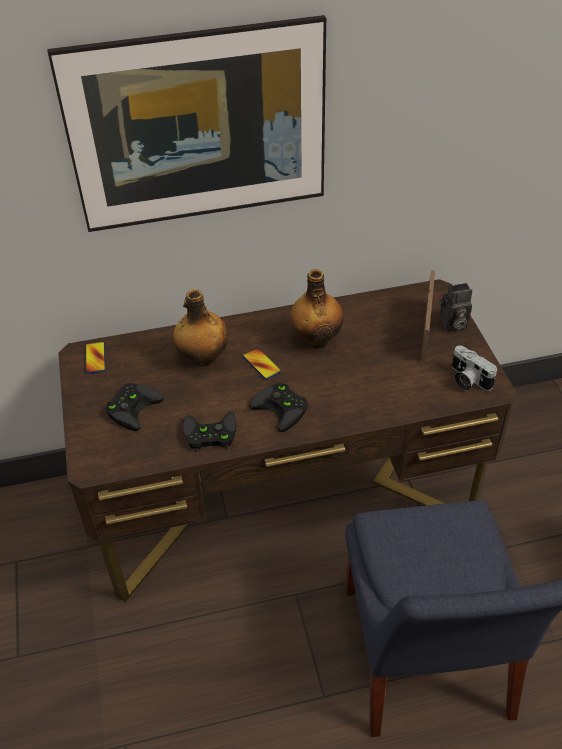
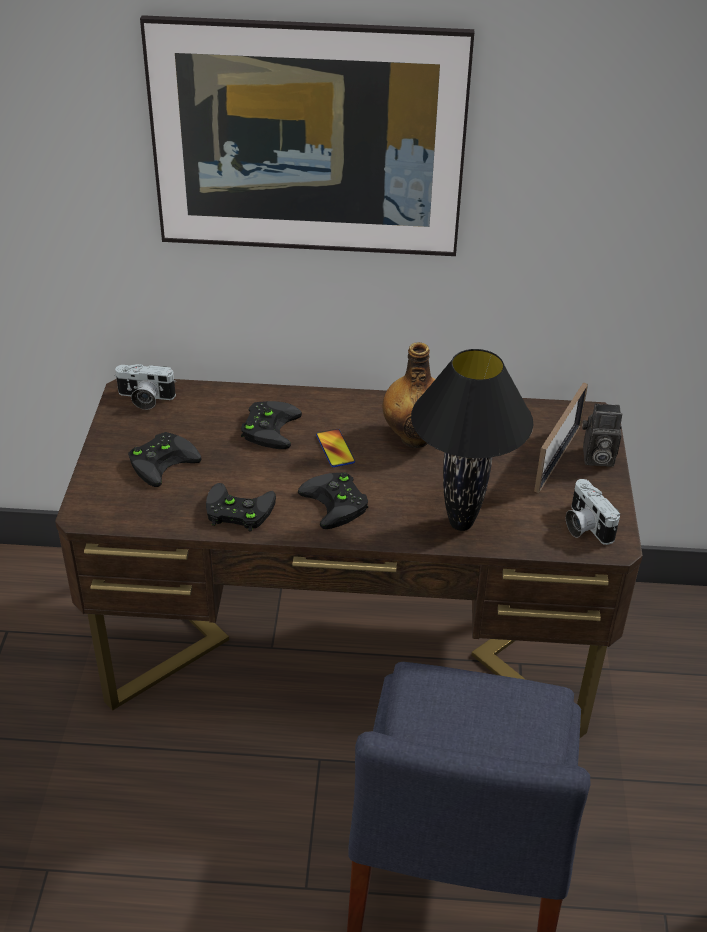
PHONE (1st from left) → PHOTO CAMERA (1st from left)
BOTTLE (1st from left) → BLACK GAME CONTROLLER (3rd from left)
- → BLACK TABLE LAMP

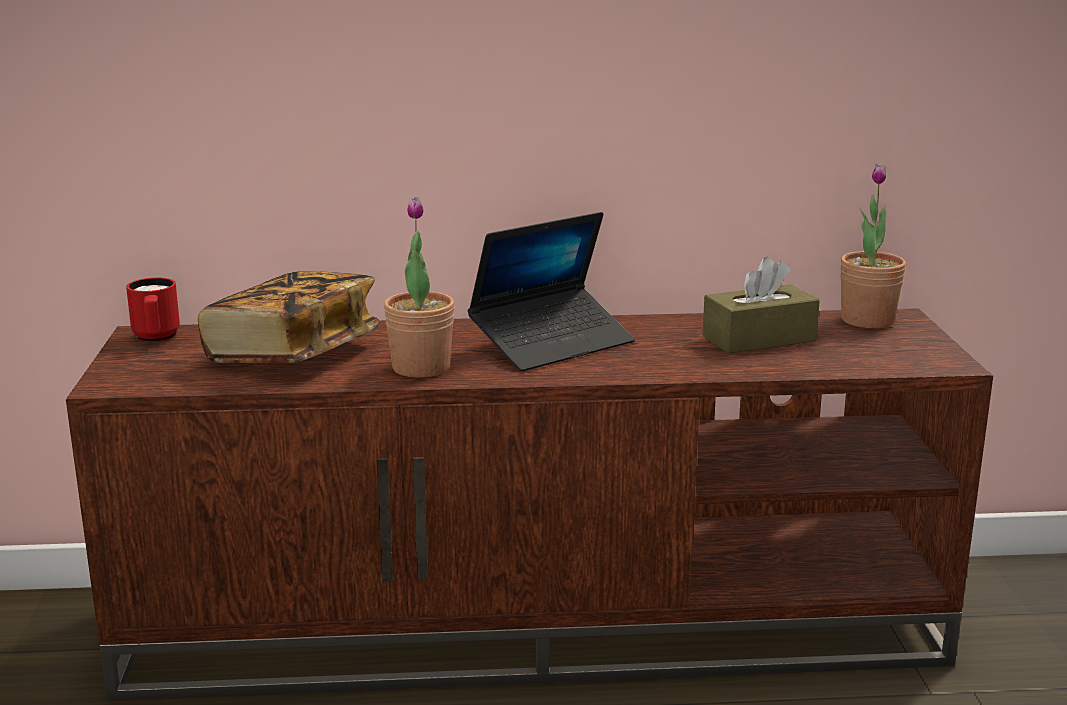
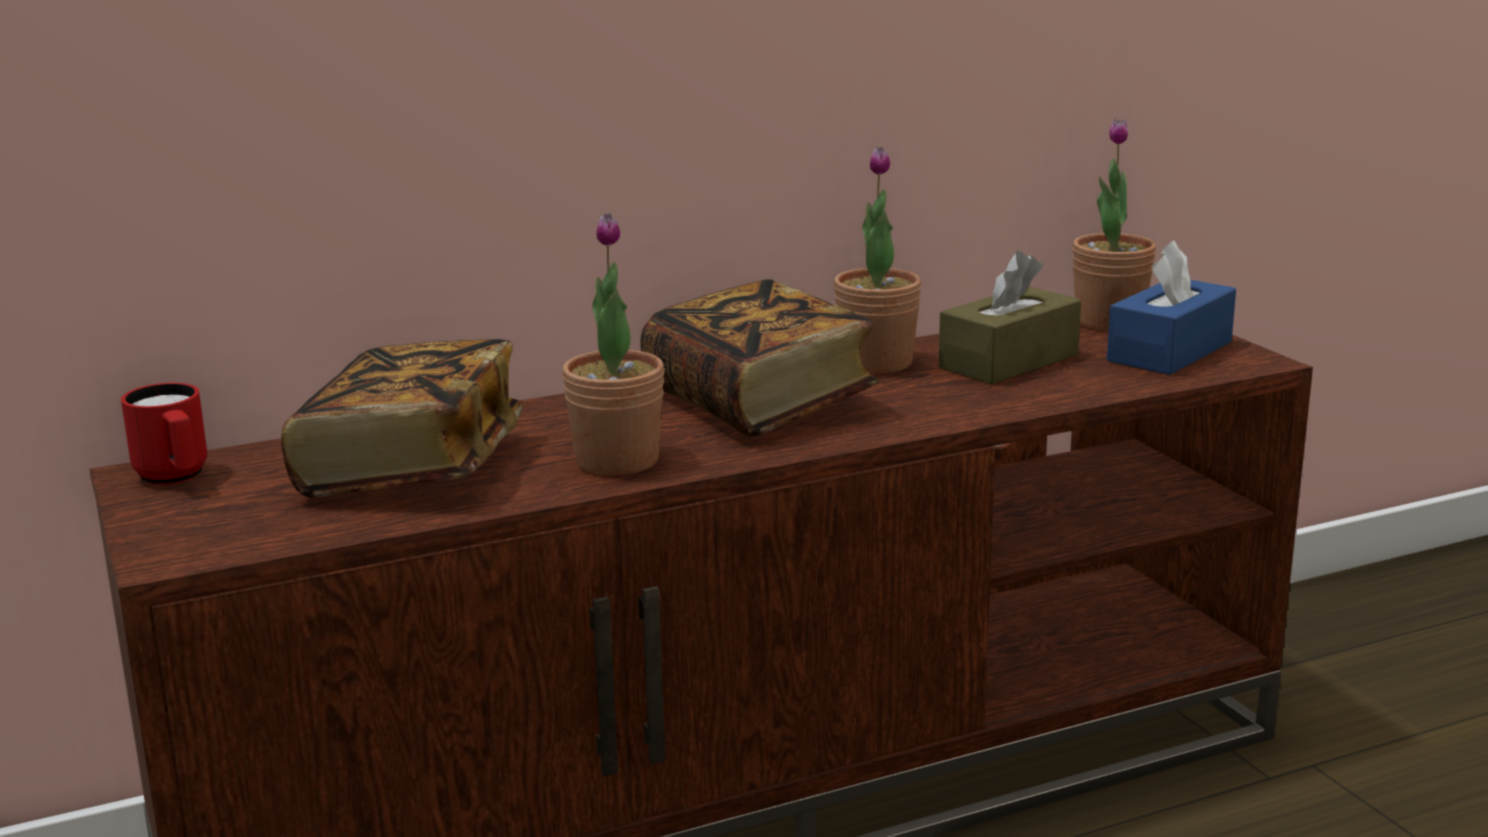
LAPTOP → BOOK (2nd from left)
- → POTTED PLANT (2nd from left)
- → BLUE TISSUE BOX

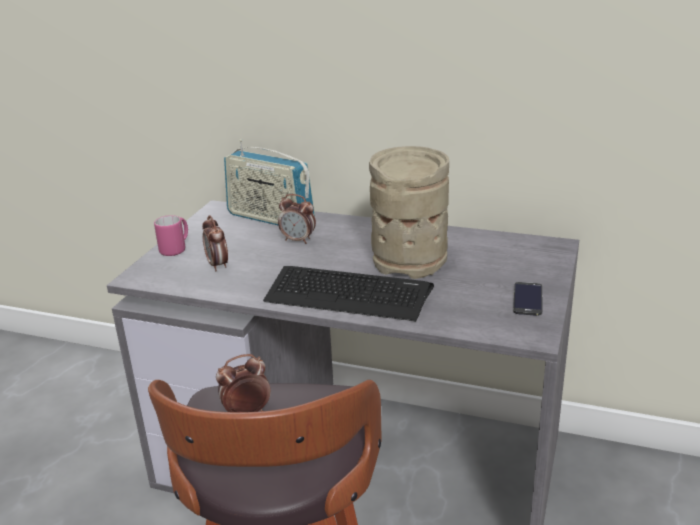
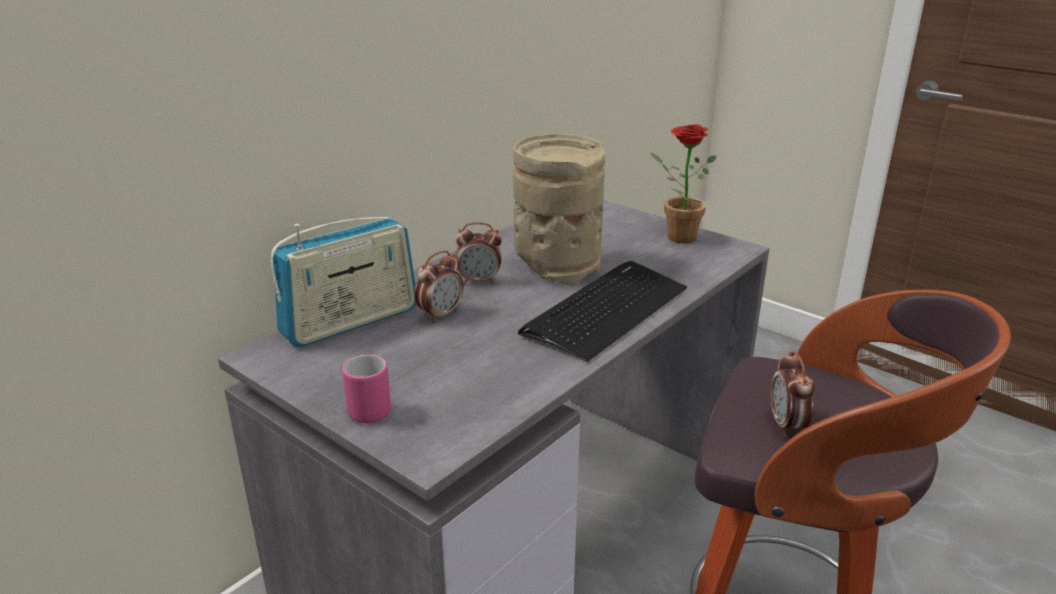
ALARM CLOCK (1st from left in the first image) → ALARM CLOCK (2nd from left), move
PHONE → POTTED PLANT

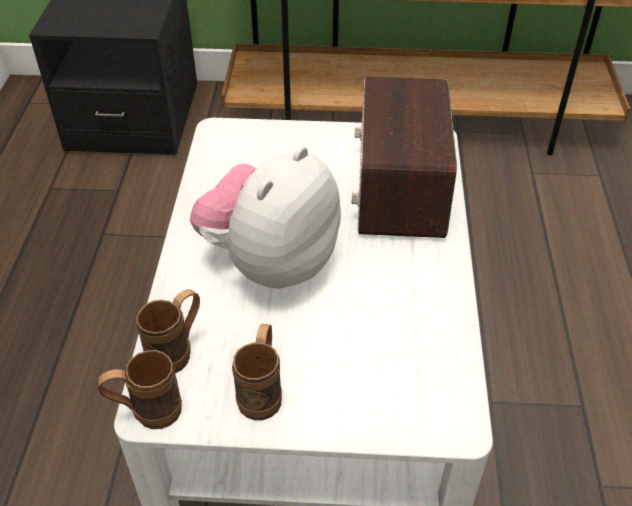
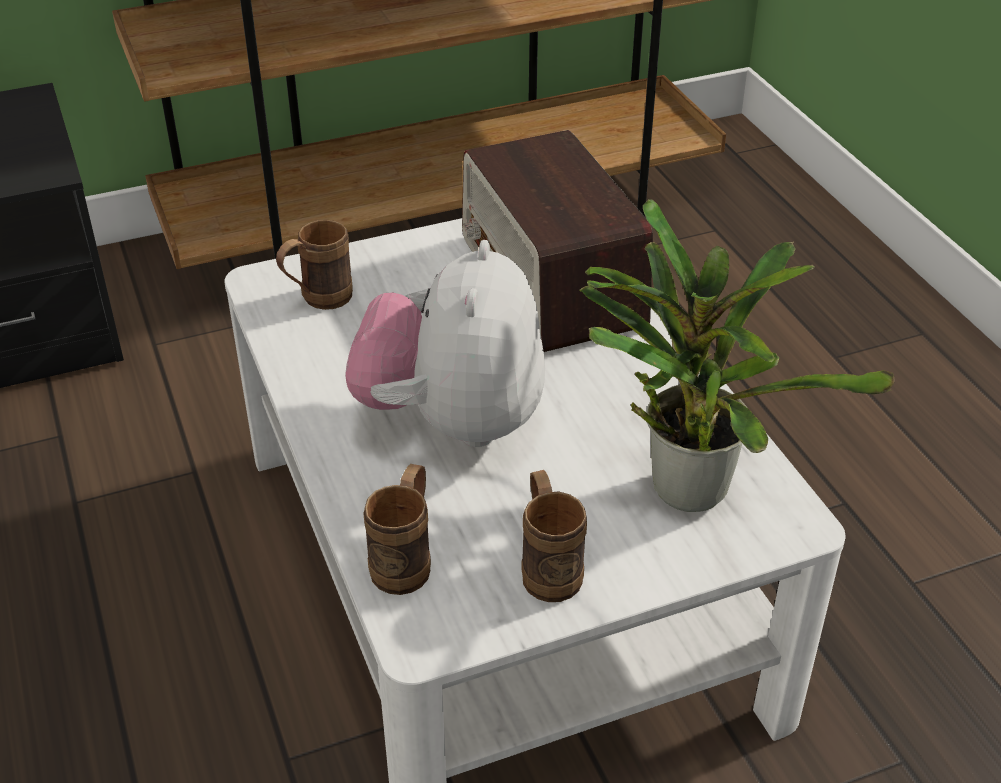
BROWN MUG (1st from left), move
- → POTTED PLANT

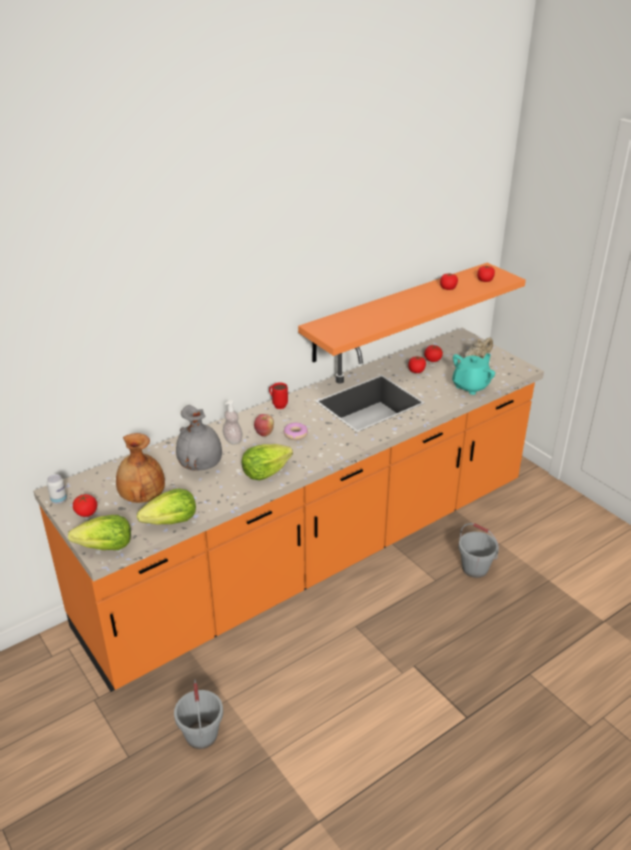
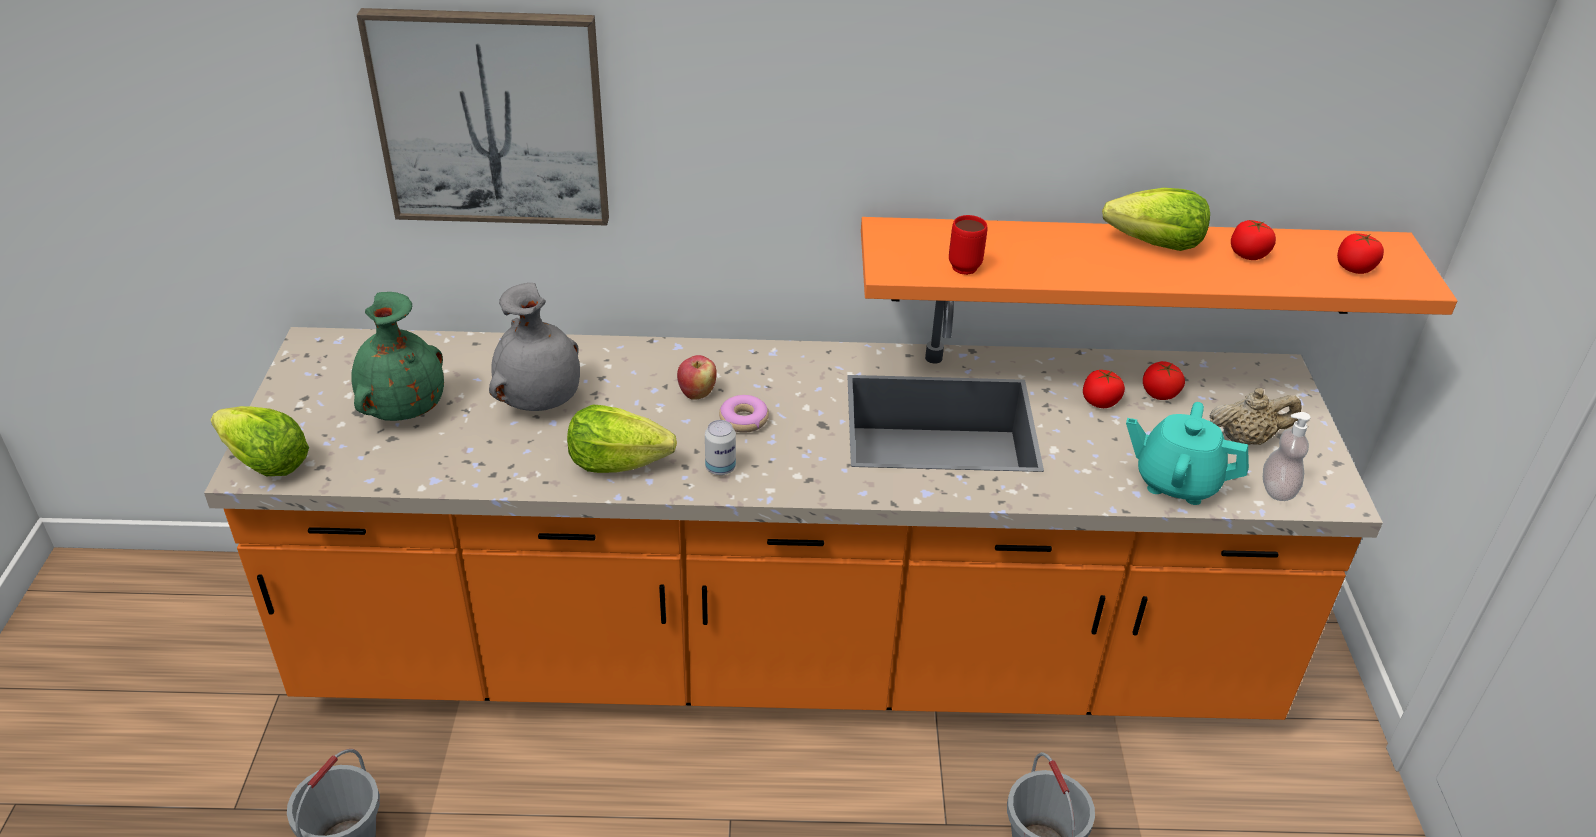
CAN, move
TOMATO (1st from left) → -
BROWN VASE → GREEN VASE
LETTUCE (2nd from left in the first image) → LETTUCE (3rd from left), move
SOAP DISPENSER, move
RED MUG, move
TURQUOISE TEAPOT, 150 degrees counterclockwise
- → PICTURE

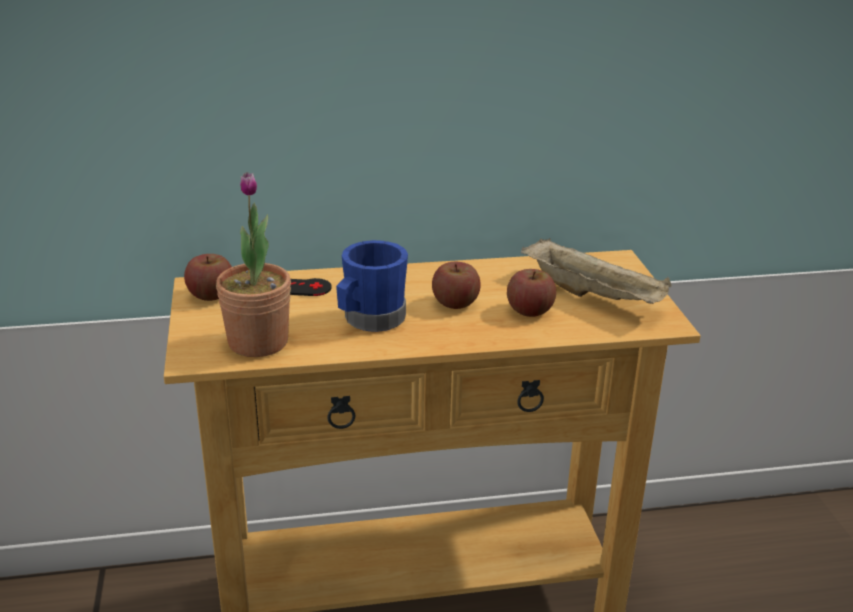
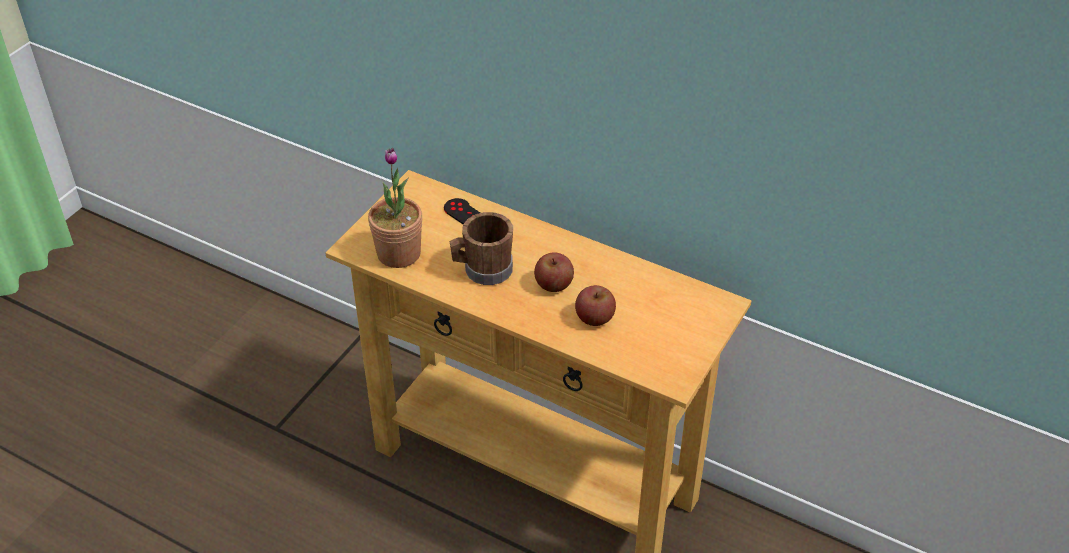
APPLE (1st from left) → -
BLUE MUG → BROWN MUG
BEIGE TRAY → -

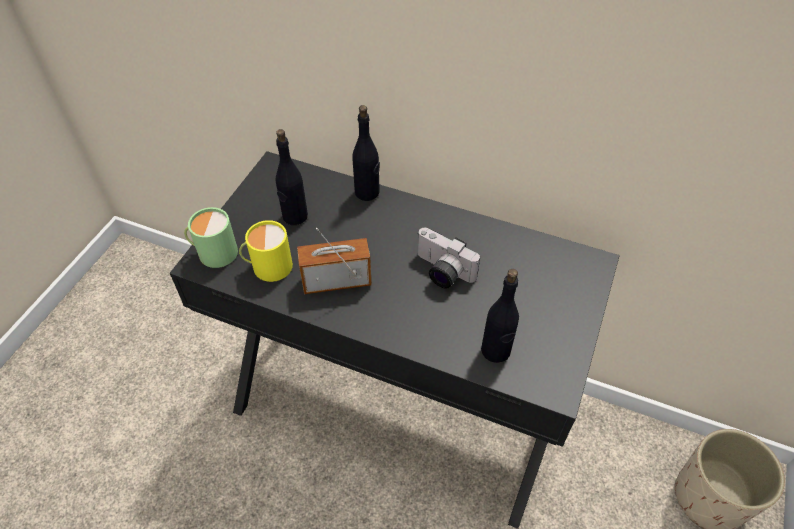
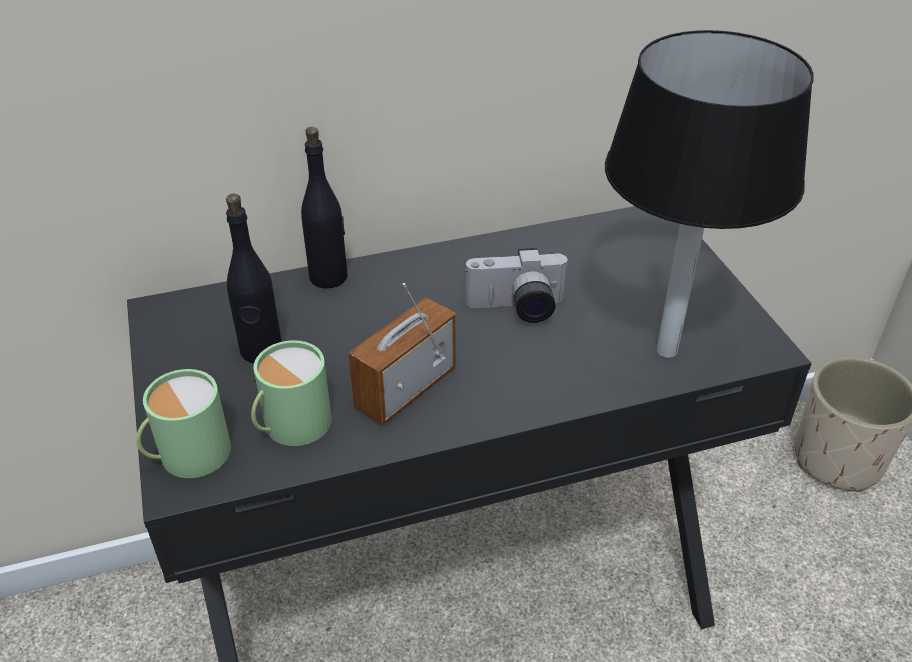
YELLOW MUG → GREEN MUG (2nd from left)
BLACK BOTTLE (3rd from left) → BLACK TABLE LAMP

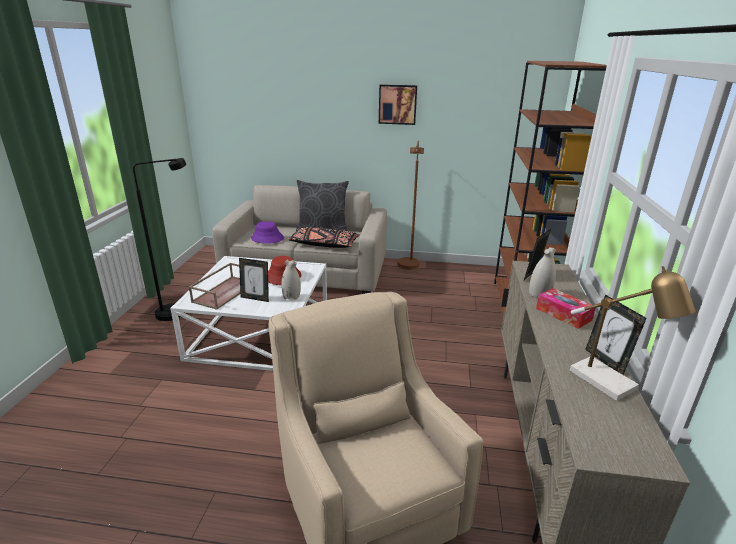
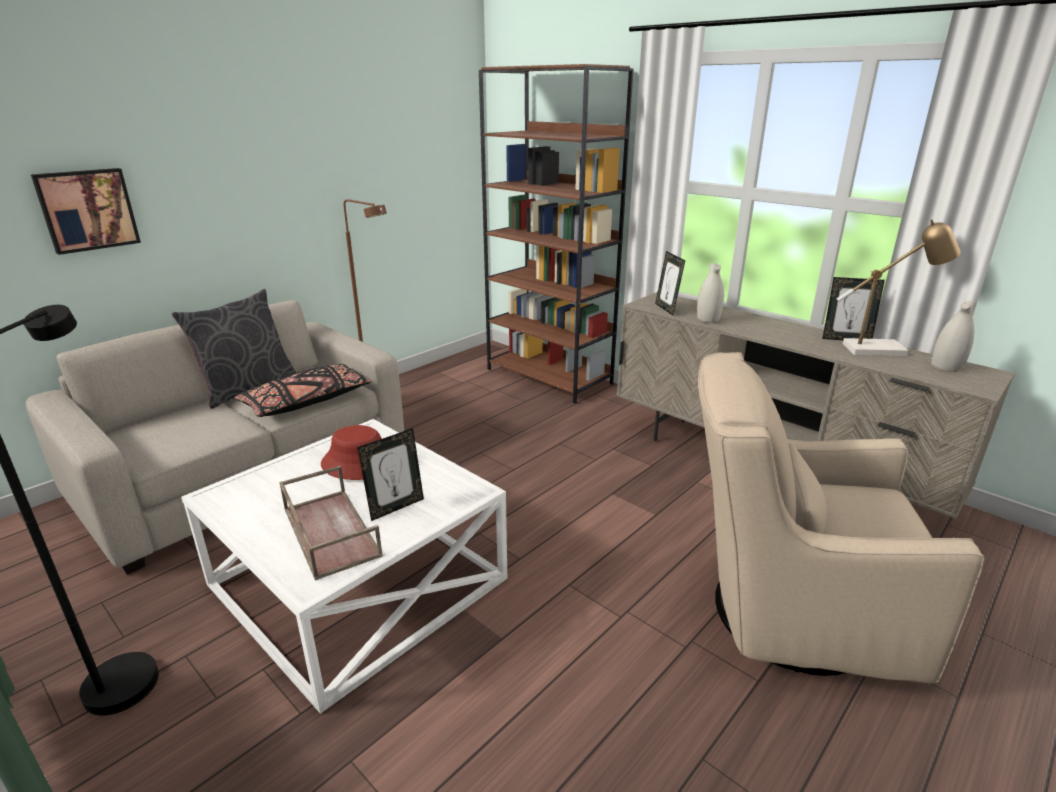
PURPLE HAT → -
WHITE VASE (1st from left in the first image) → WHITE VASE (2nd from left), move
PICTURE, move
TISSUE BOX → -

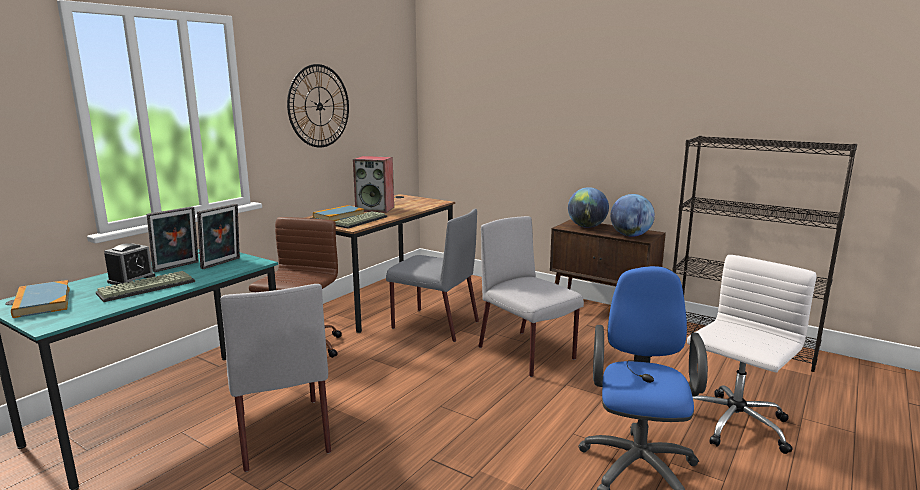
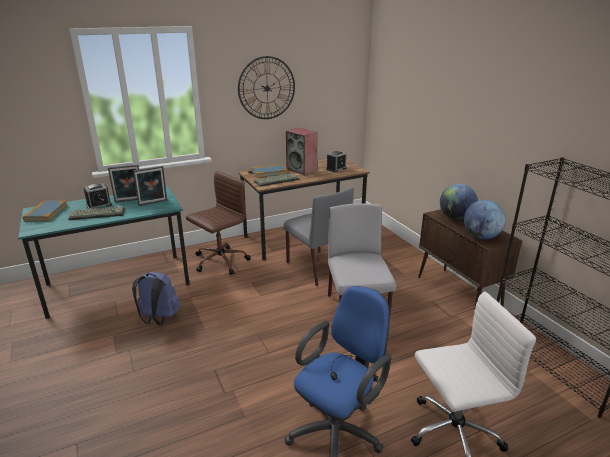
GREY CHAIR (1st from left) → BLUE BACKPACK
- → ALARM CLOCK (2nd from left)

